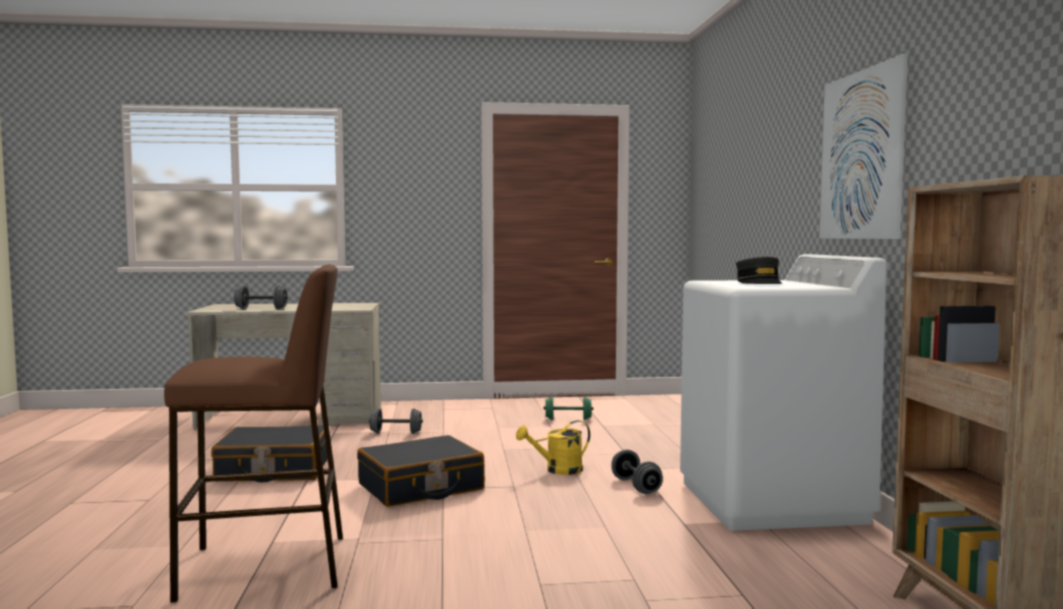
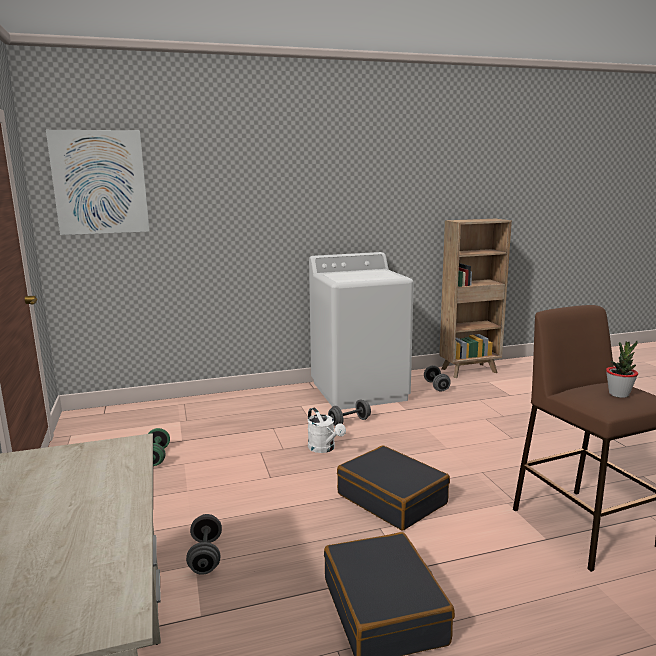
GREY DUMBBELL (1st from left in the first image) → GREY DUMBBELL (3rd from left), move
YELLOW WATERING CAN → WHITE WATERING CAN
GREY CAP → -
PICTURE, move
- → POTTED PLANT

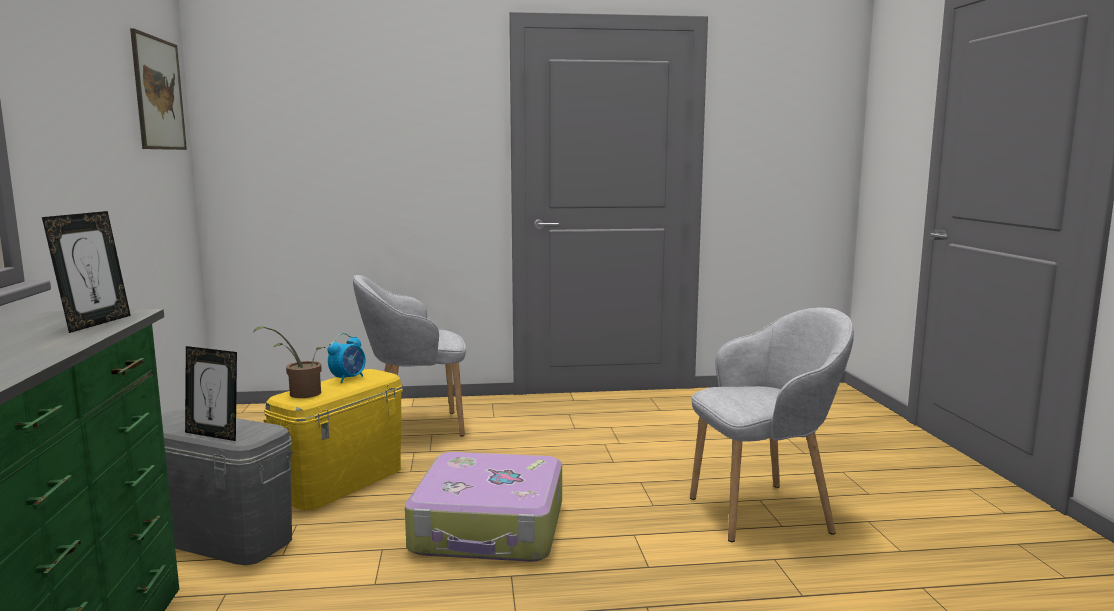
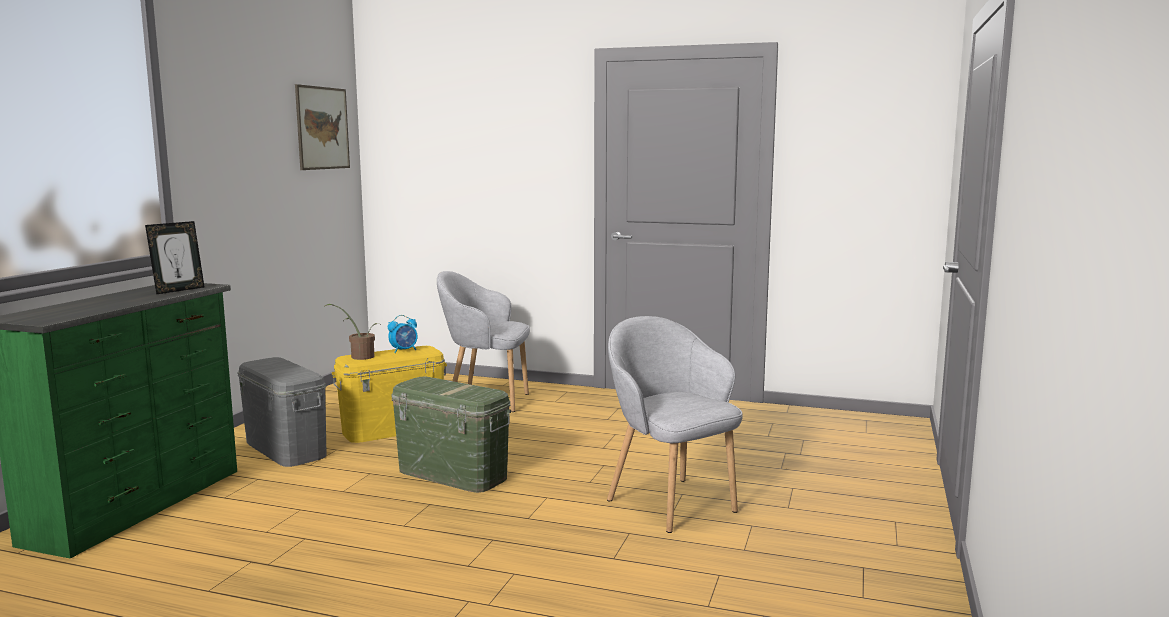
PICTURE FRAME (2nd from left) → -
SUITCASE → GREEN STORAGE BOX
GREY ARMCHAIR (2nd from left), 135 degrees counterclockwise

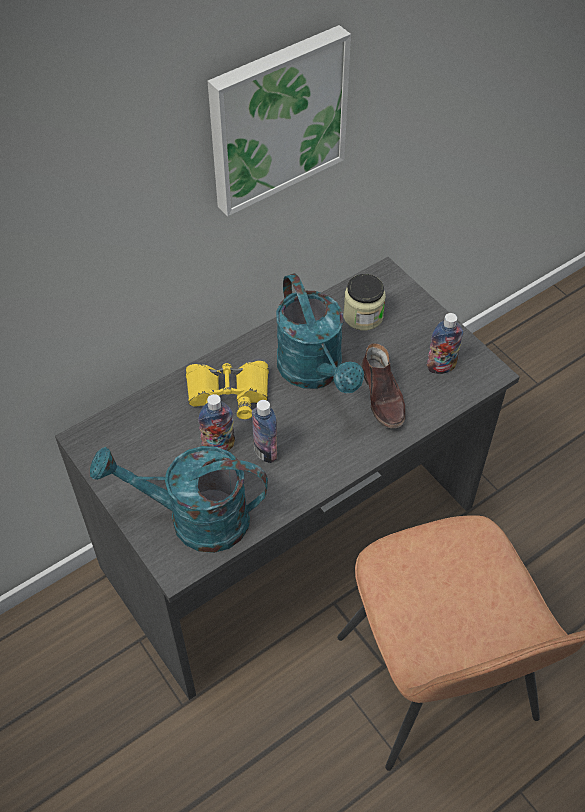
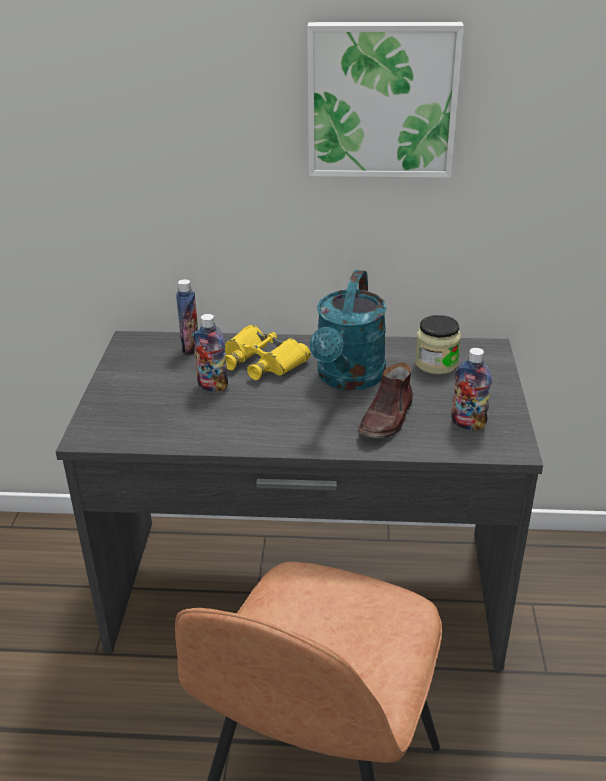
TURQUOISE WATERING CAN (1st from left) → -
BOTTLE (2nd from left in the first image) → BOTTLE (1st from left), move

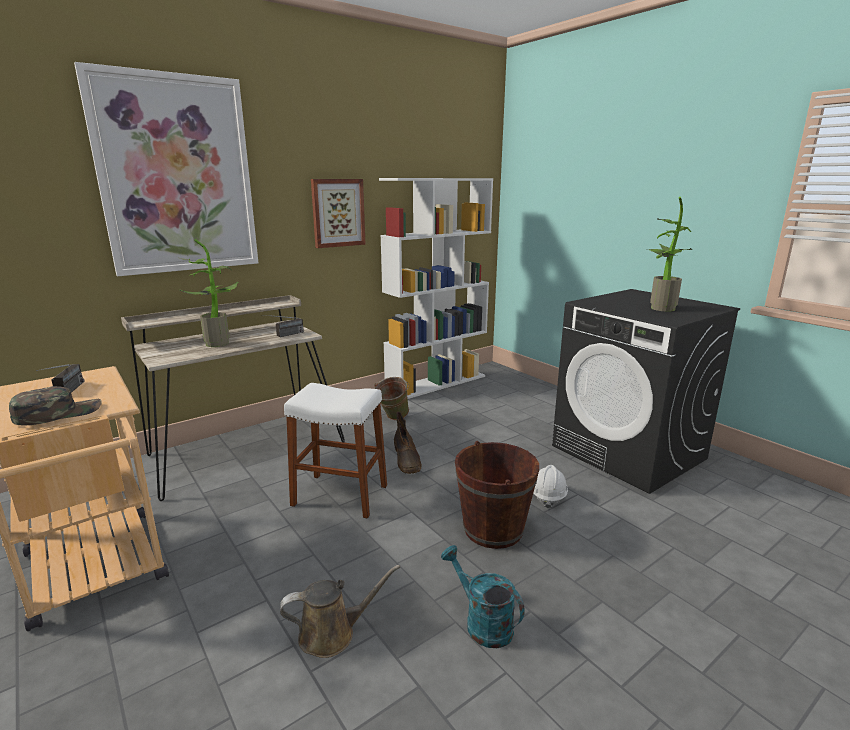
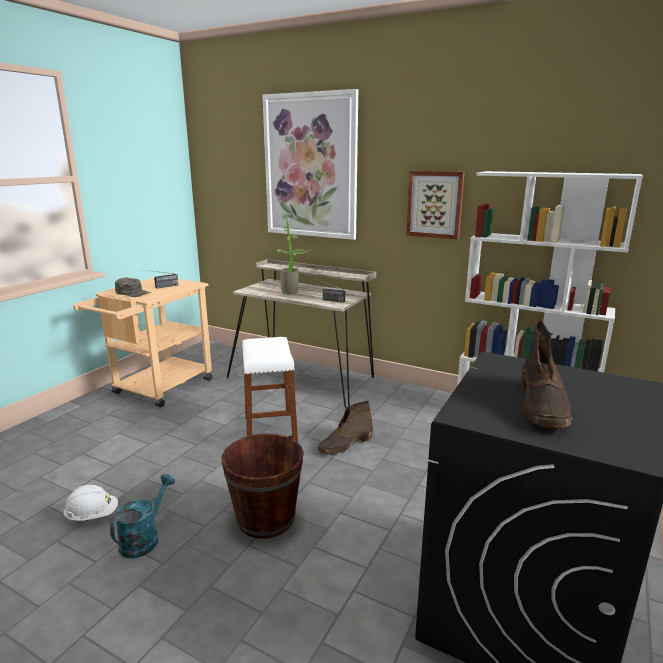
BROWN WATERING CAN → -
GREEN BUCKET → -
WHITE HARD HAT, move
POTTED PLANT (2nd from left) → BROWN BOOT (2nd from left)

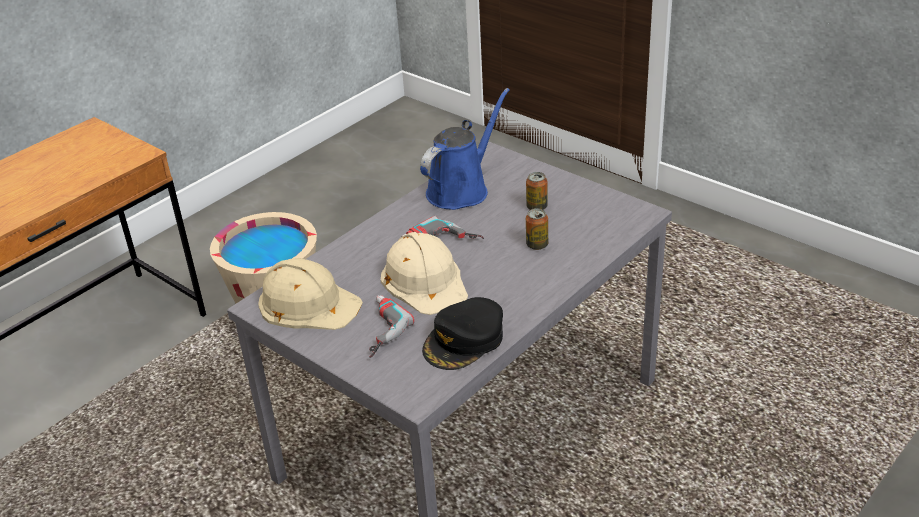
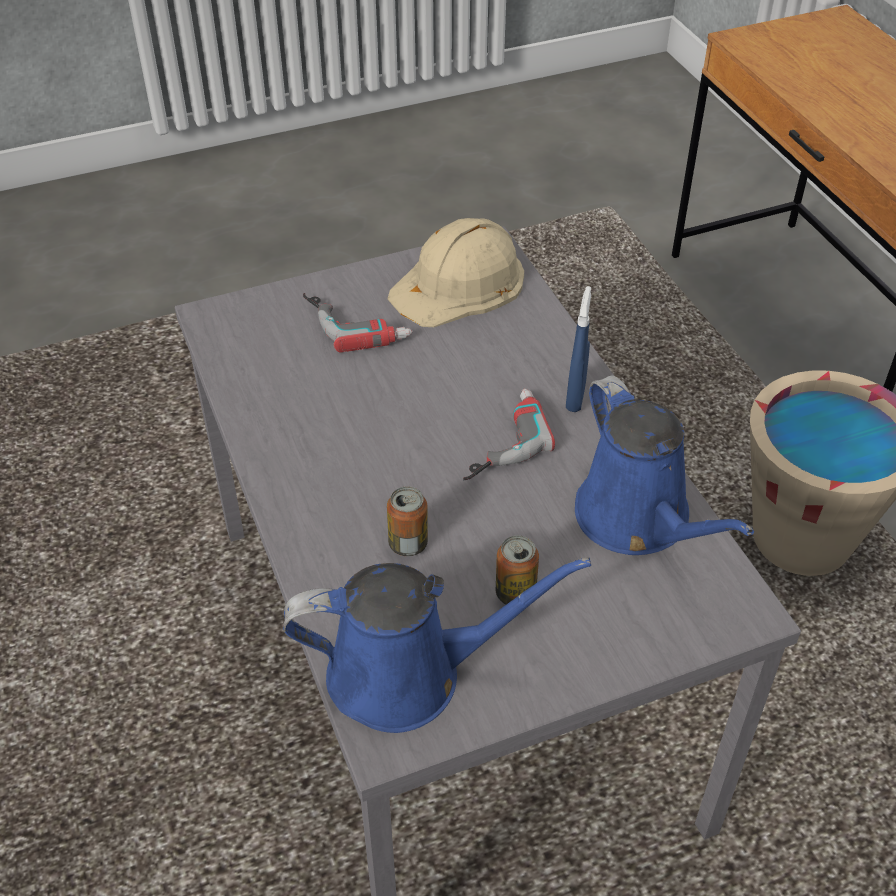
BEIGE HARD HAT (2nd from left) → -
BLACK CAP → -
- → BLUE WATERING CAN (1st from left)
- → BLUE SPRAY BOTTLE

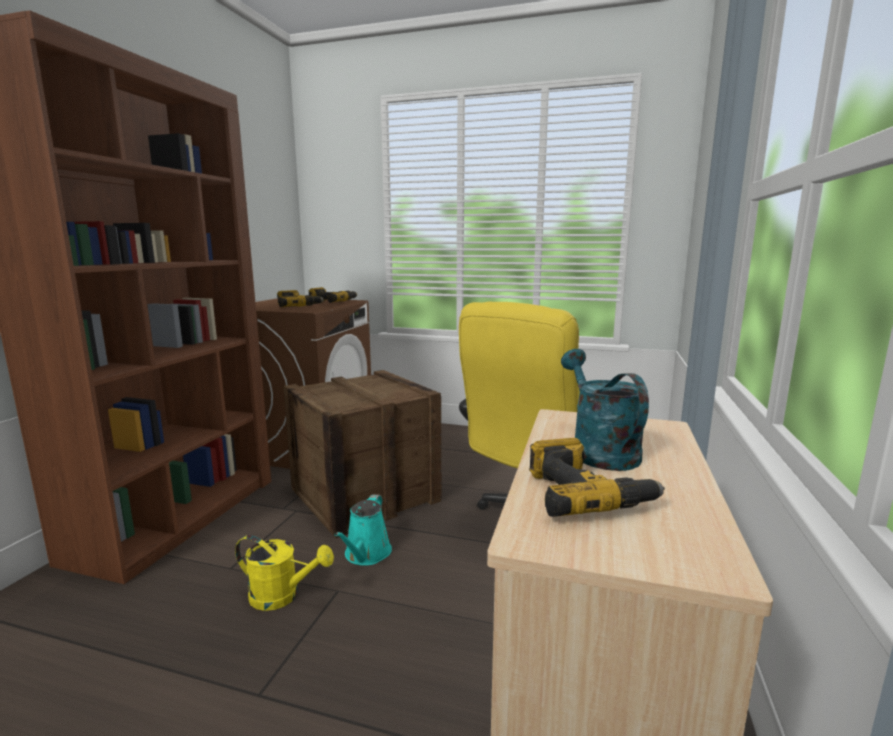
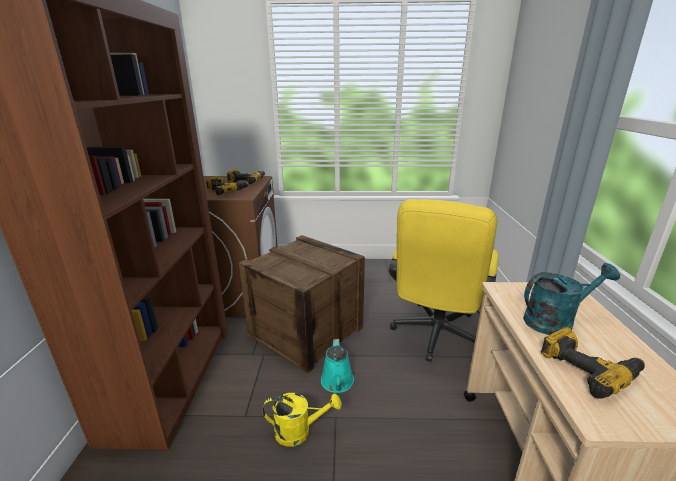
TURQUOISE WATERING CAN (2nd from left), 105 degrees clockwise

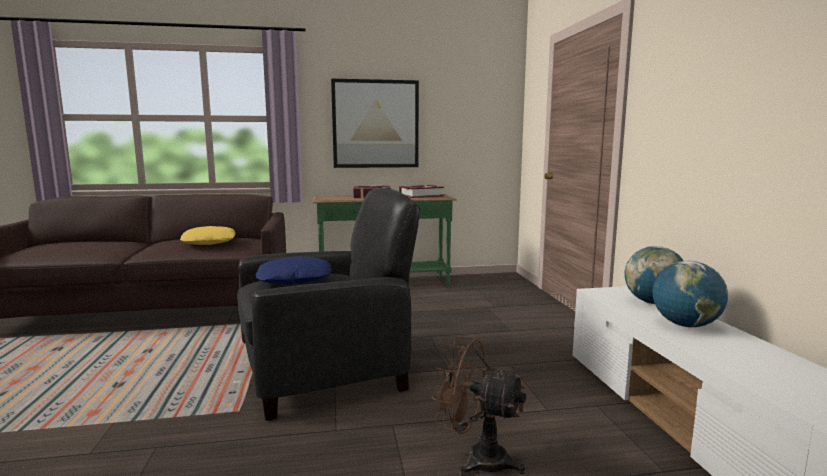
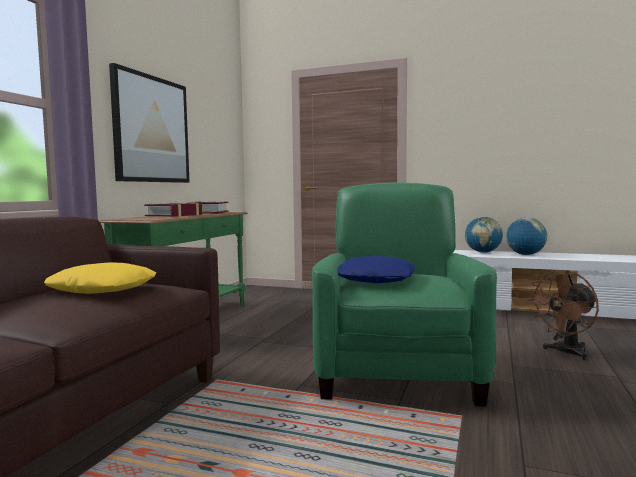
BLACK ARMCHAIR → GREEN ARMCHAIR

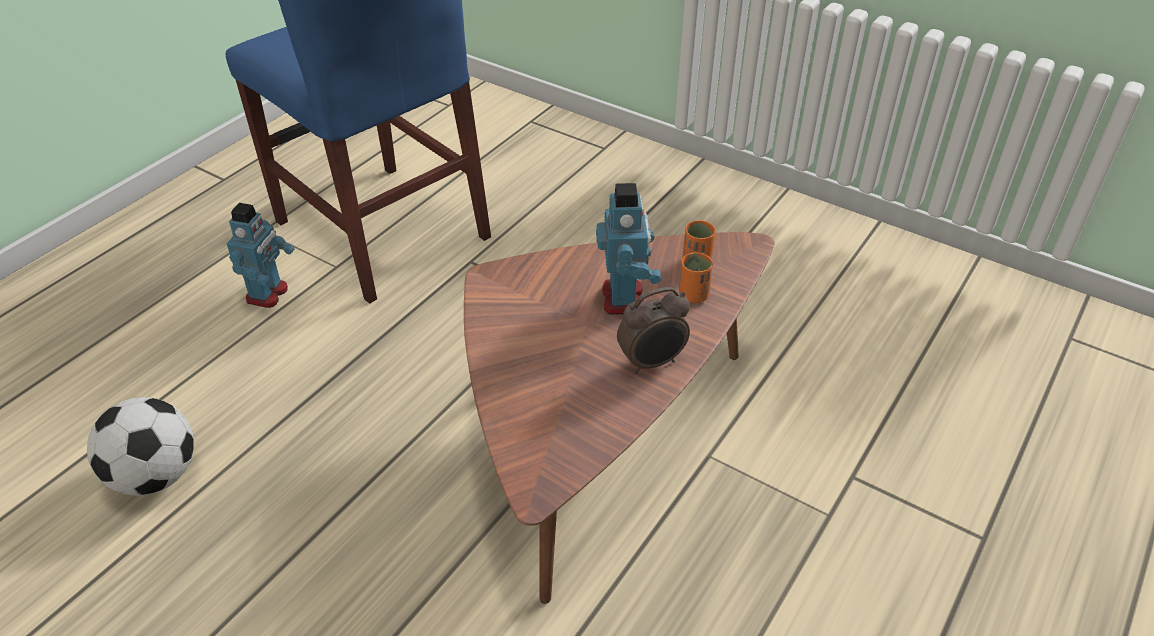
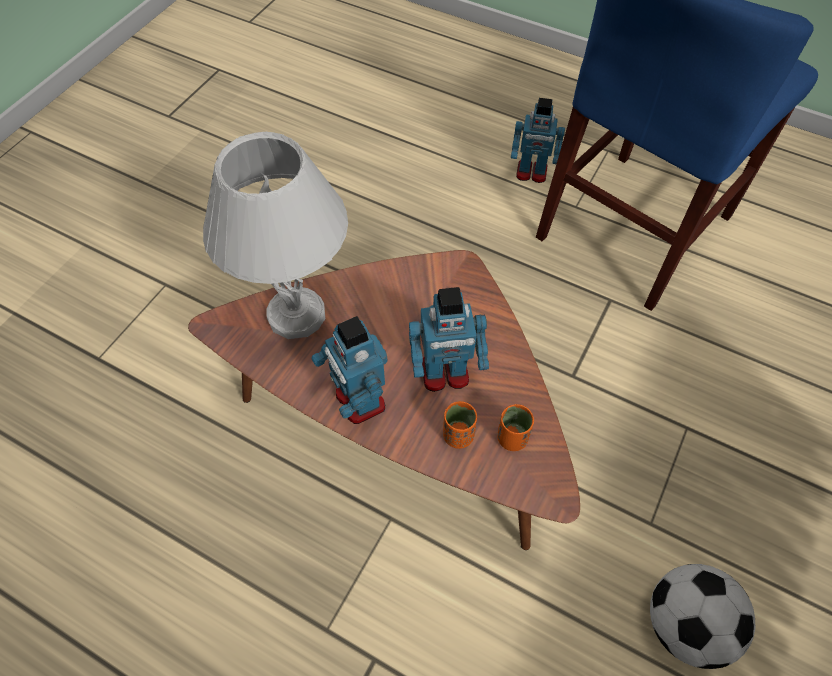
FOOTBALL, move
ALARM CLOCK → TOY ROBOT (1st from left)
- → WHITE TABLE LAMP

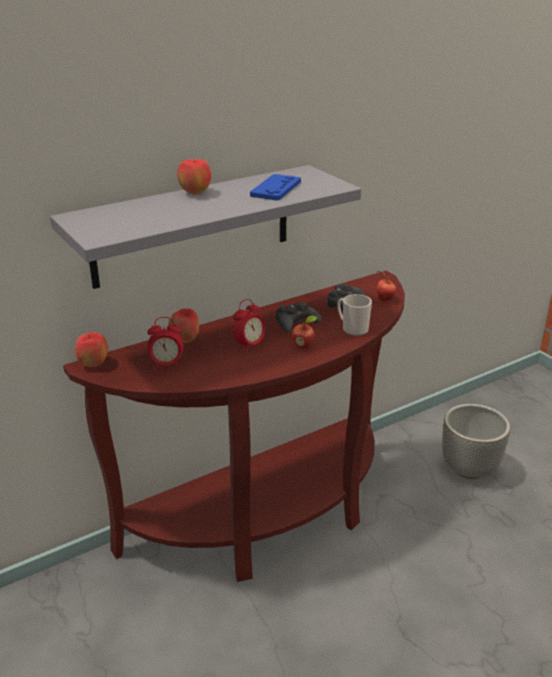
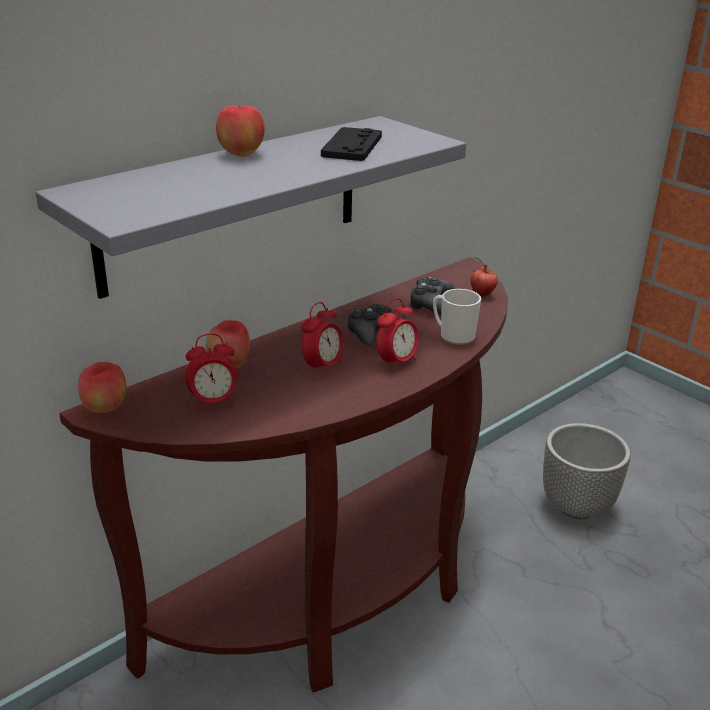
BLUE GAME CONTROLLER → BLACK GAME CONTROLLER (1st from left)
APPLE (4th from left) → ALARM CLOCK (3rd from left)

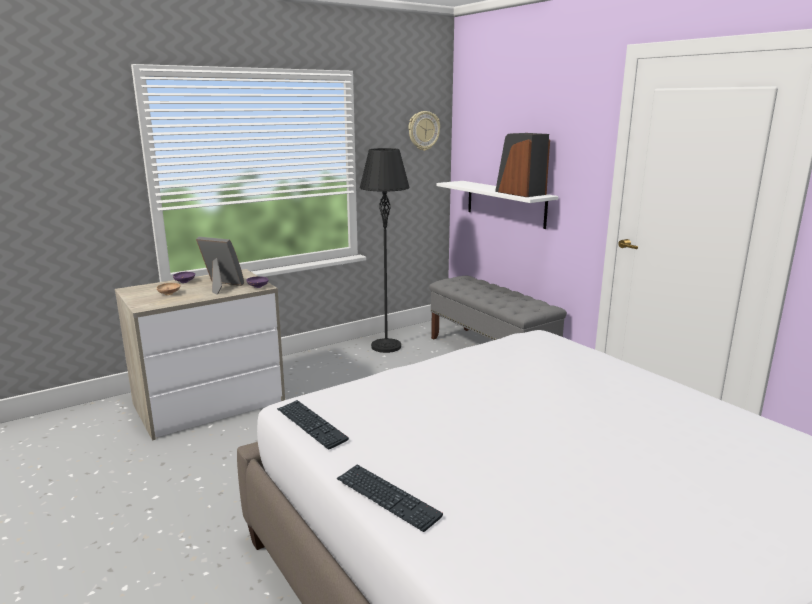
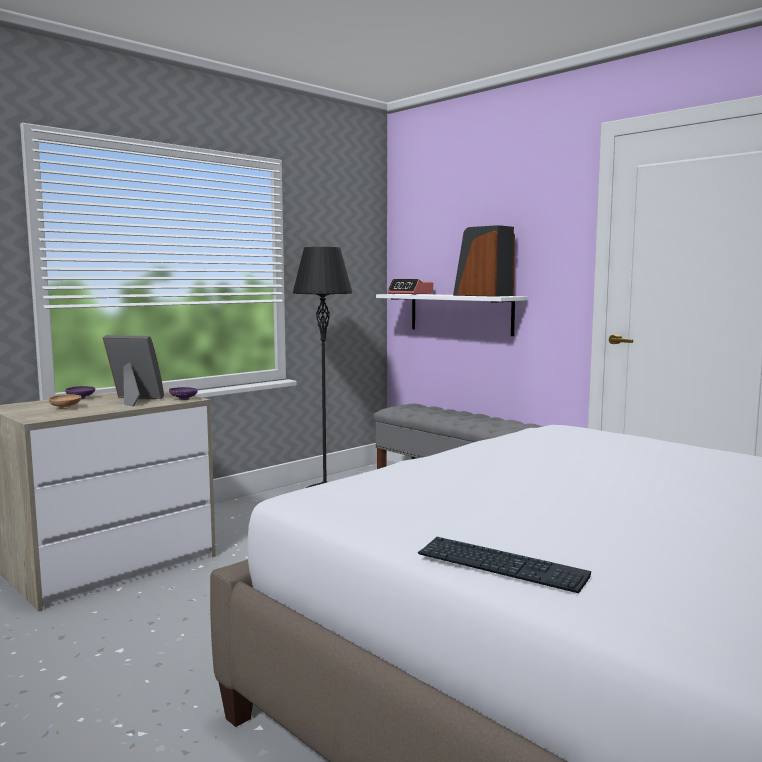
KEYBOARD (1st from left) → -
WALL CLOCK → -
- → ALARM CLOCK

